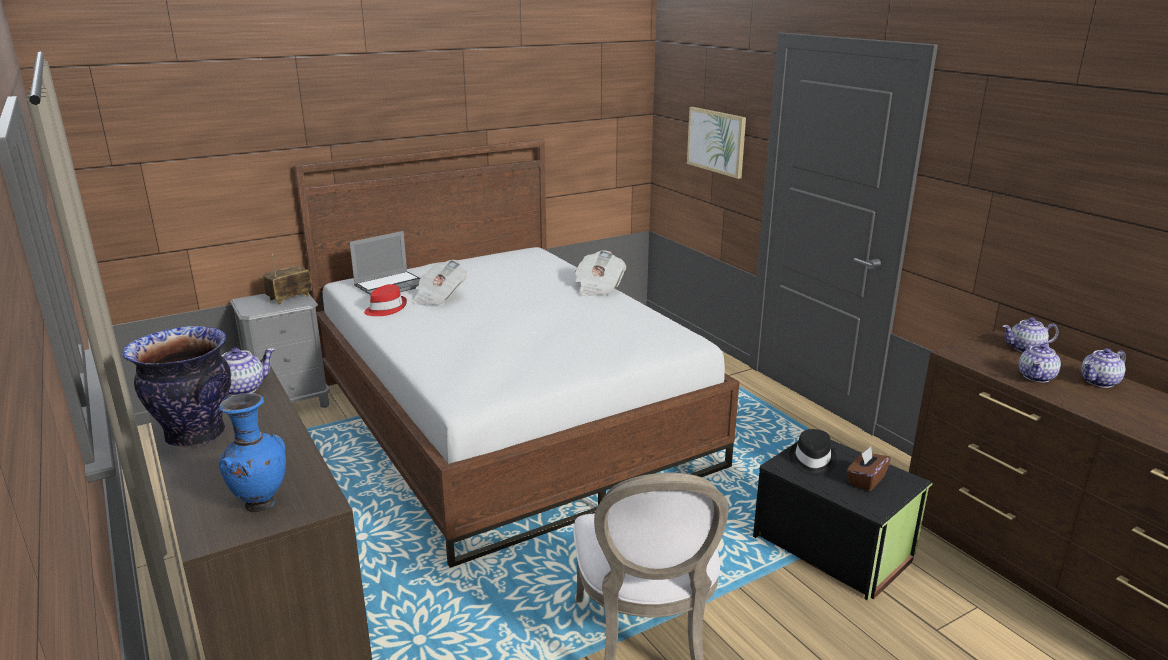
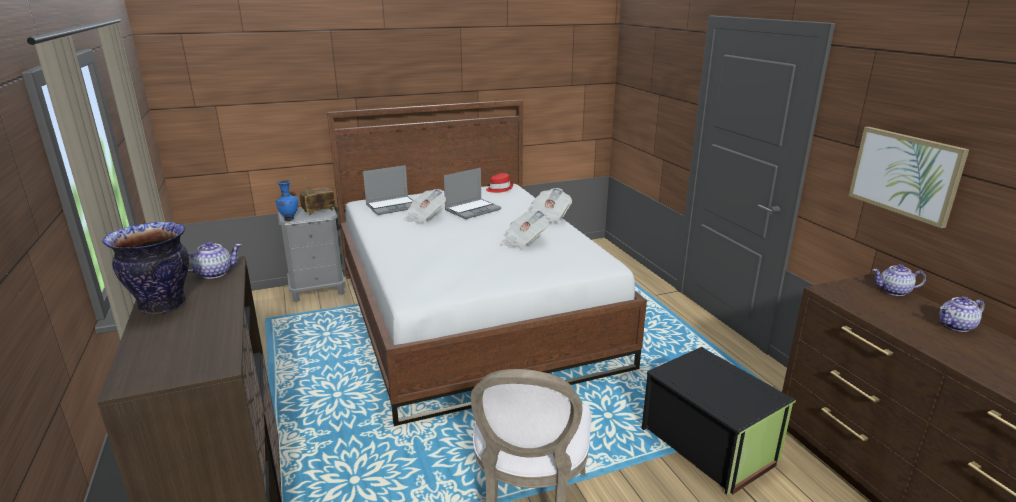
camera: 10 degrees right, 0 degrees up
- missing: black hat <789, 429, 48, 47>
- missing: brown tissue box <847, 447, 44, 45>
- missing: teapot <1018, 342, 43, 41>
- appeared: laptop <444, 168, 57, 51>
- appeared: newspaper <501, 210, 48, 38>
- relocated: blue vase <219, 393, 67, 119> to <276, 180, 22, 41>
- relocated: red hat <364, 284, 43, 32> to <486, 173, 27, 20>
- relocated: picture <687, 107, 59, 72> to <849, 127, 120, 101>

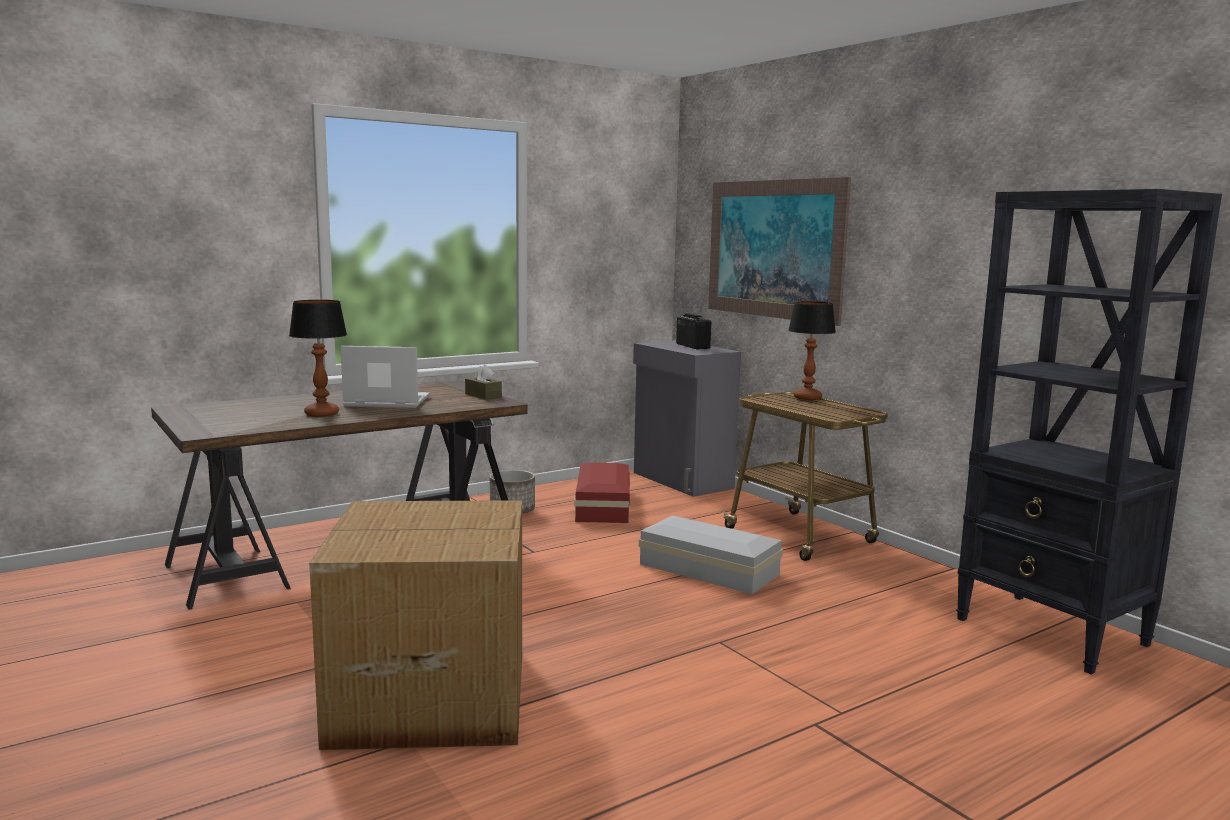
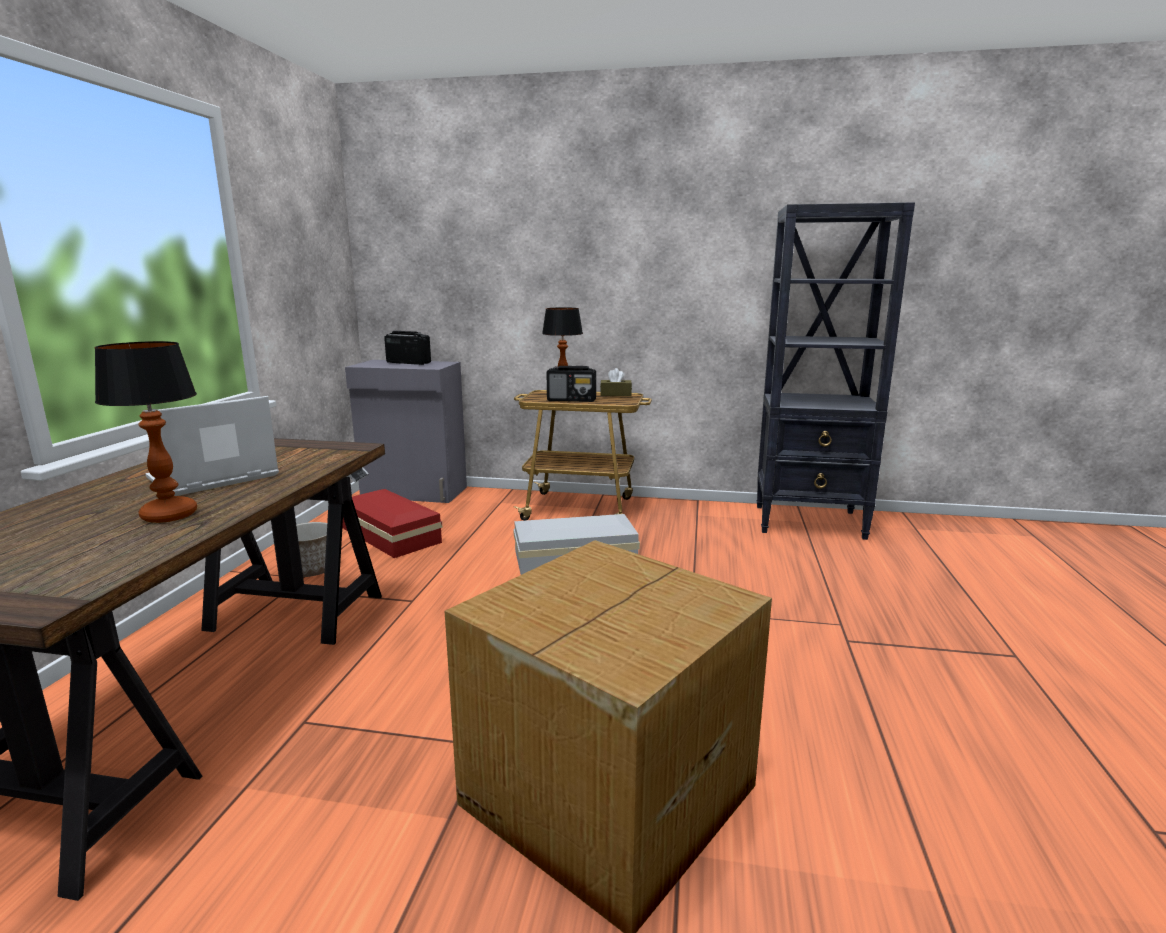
camera: 45 degrees left, 5 degrees up
- missing: picture <708, 177, 143, 149>
- appeared: radio <547, 366, 49, 36>
- relocated: brown tissue box <465, 364, 37, 36> to <600, 368, 32, 28>

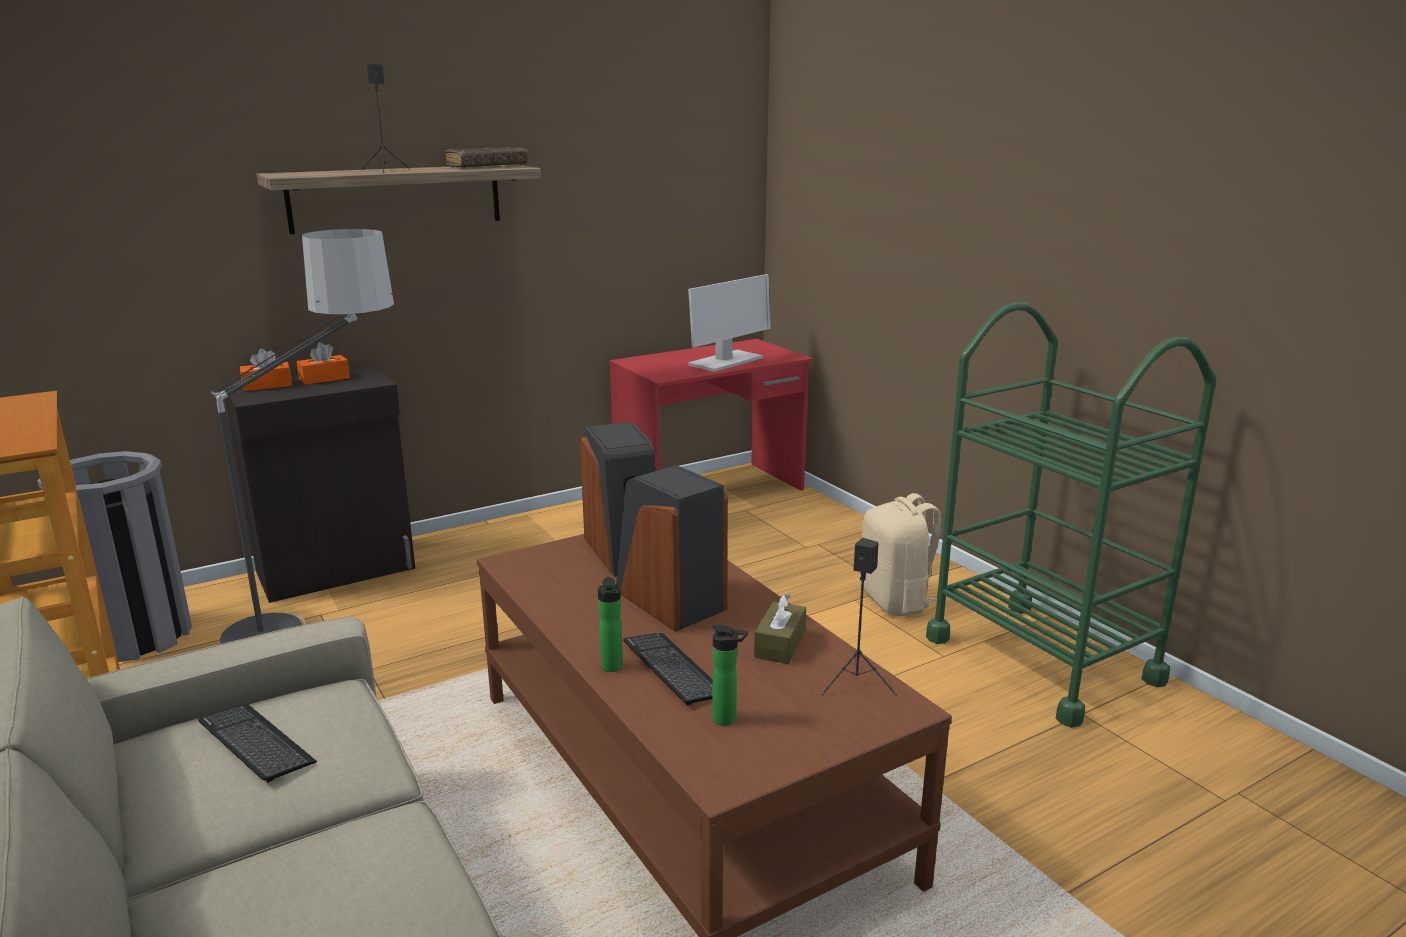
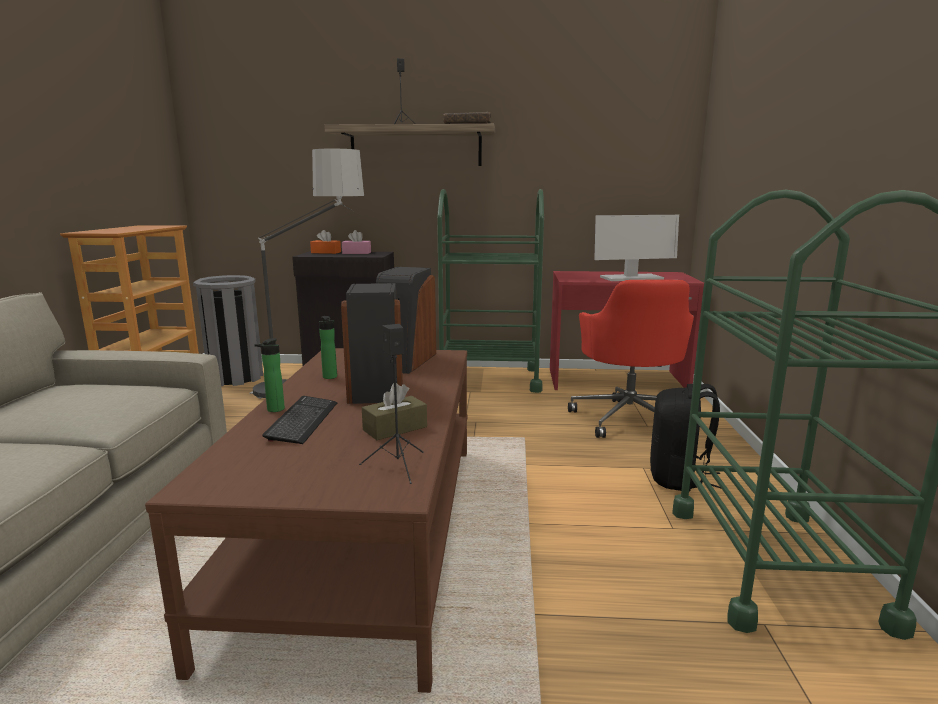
camera: 35 degrees right, 5 degrees down
- missing: keyboard <198, 704, 119, 79>
- appeared: green cart <437, 189, 107, 204>
- appeared: red office chair <568, 280, 126, 158>
- relocated: bottle <712, 625, 36, 101> to <319, 316, 18, 63>
- colour: orange tissue box <296, 342, 54, 43> to pink tissue box <342, 230, 29, 24>
- colour: beige backpack <859, 493, 83, 123> to black backpack <650, 384, 71, 108>

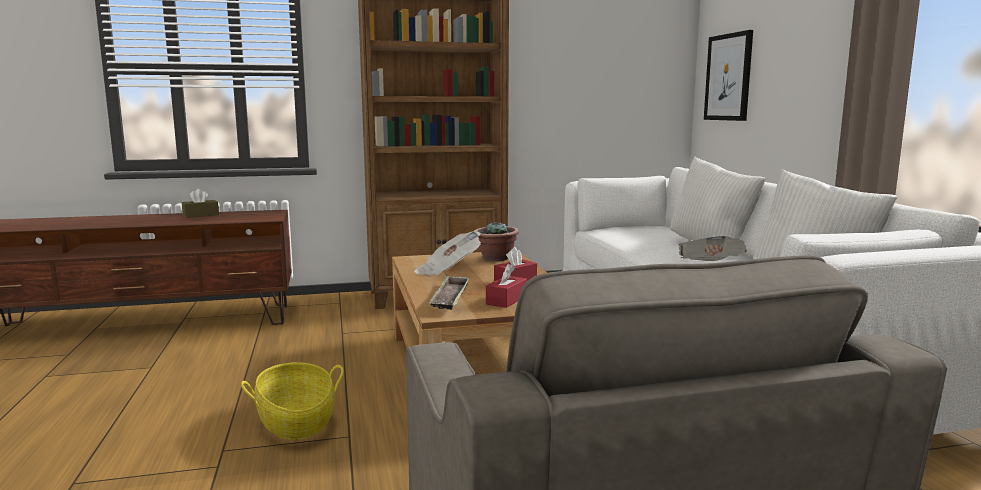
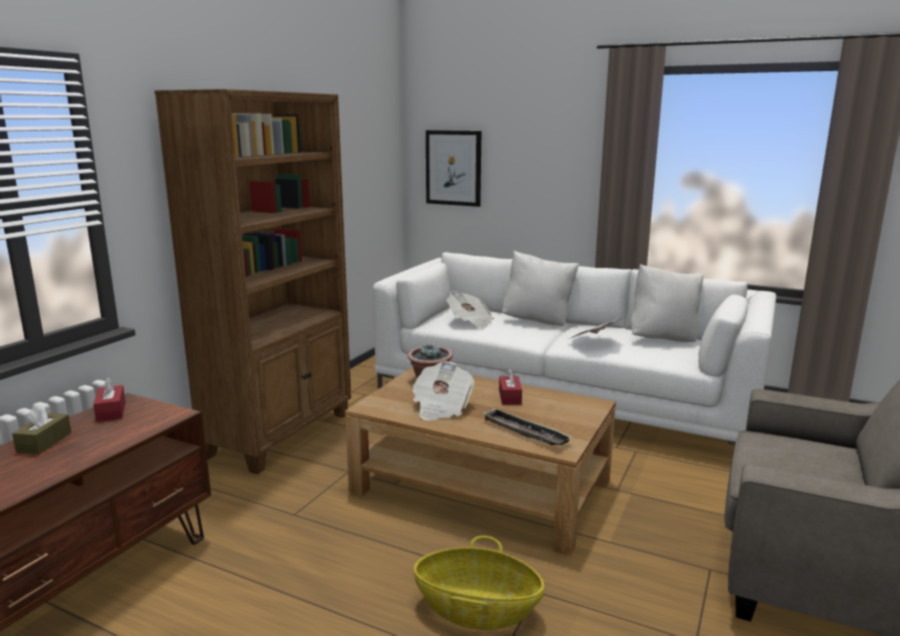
camera: 50 degrees left, 5 degrees up
- appeared: newspaper <447, 291, 47, 37>
- relocated: red tissue box <486, 264, 41, 44> to <93, 377, 33, 45>

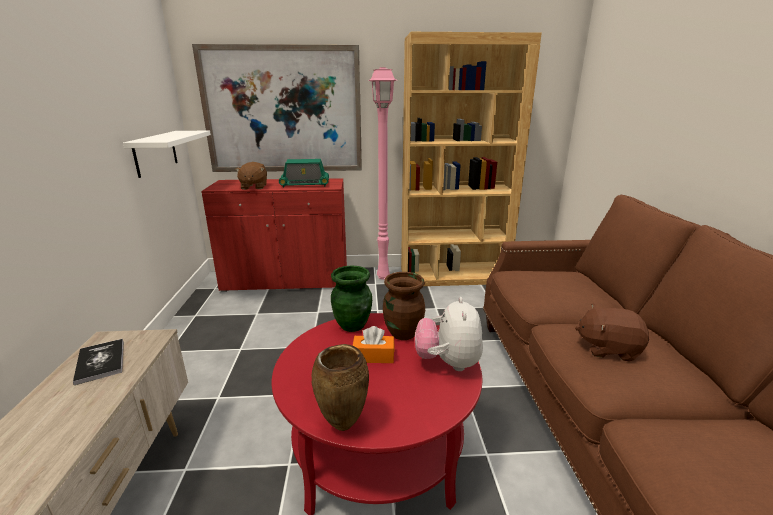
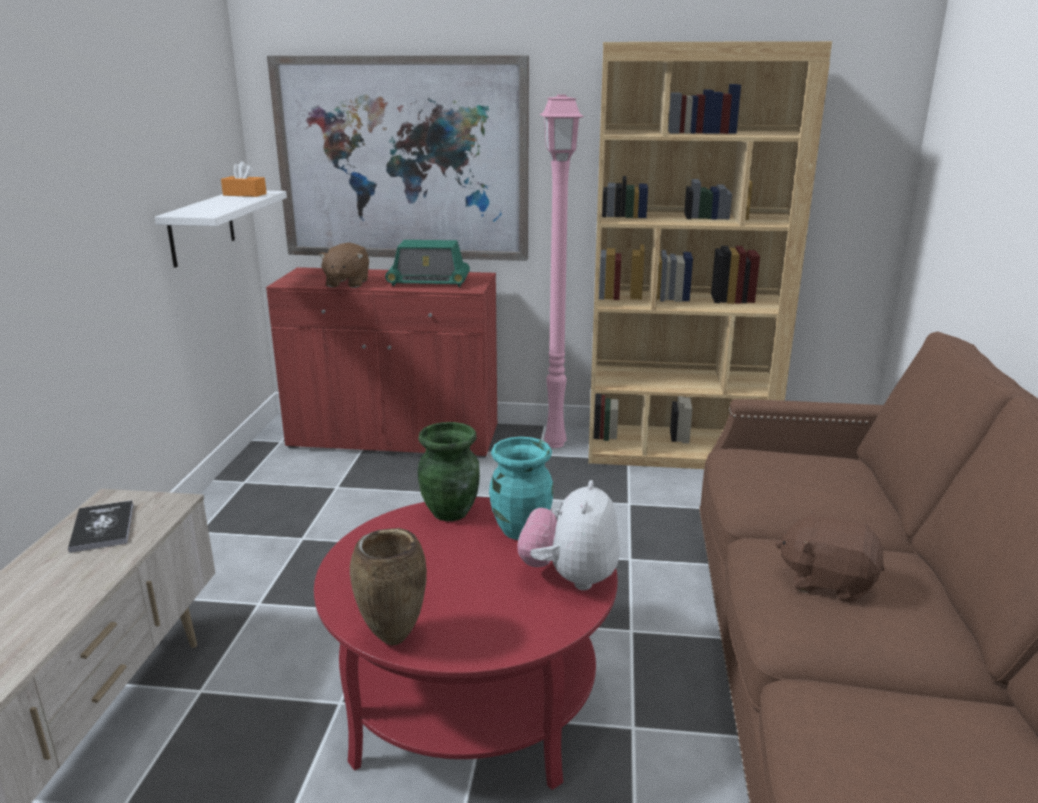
camera: 10 degrees right, 0 degrees up
- relocated: orange tissue box <353, 326, 41, 37> to <221, 161, 46, 36>
- colour: brown vase <383, 272, 42, 68> to turquoise vase <489, 437, 65, 103>

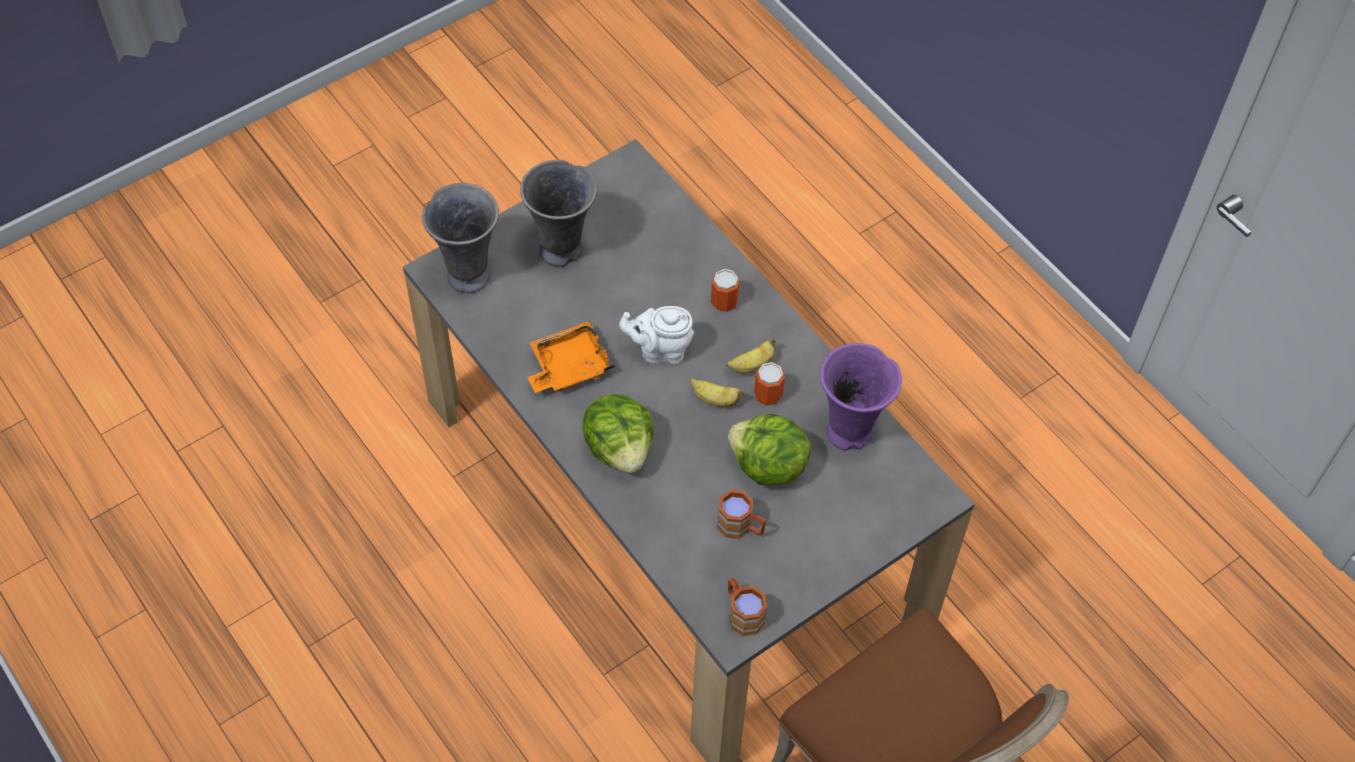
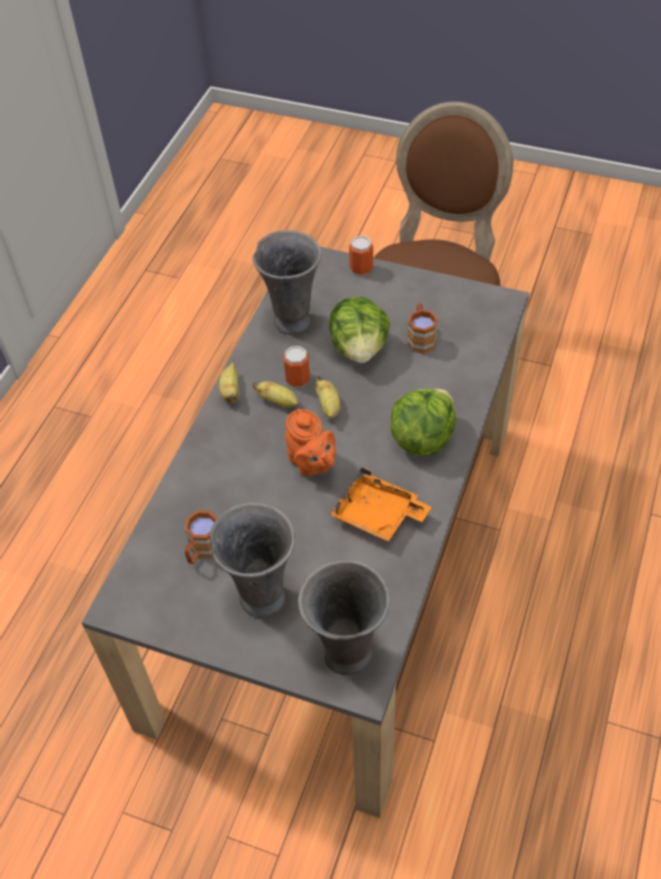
camera: 120 degrees left, 5 degrees down
- appeared: banana <219, 362, 20, 41>
- relocated: can <711, 269, 29, 43> to <349, 235, 24, 41>
- relocated: brown mug <728, 578, 39, 58> to <185, 510, 32, 54>
- colour: white teapot <619, 306, 75, 59> to orange teapot <285, 409, 51, 69>
- colour: purple vase <820, 343, 82, 108> to grey vase <253, 230, 68, 105>

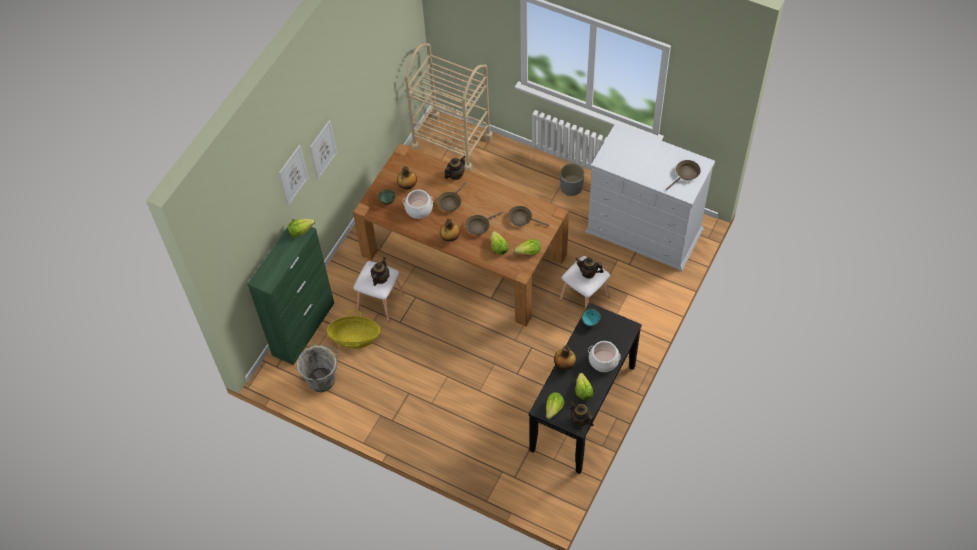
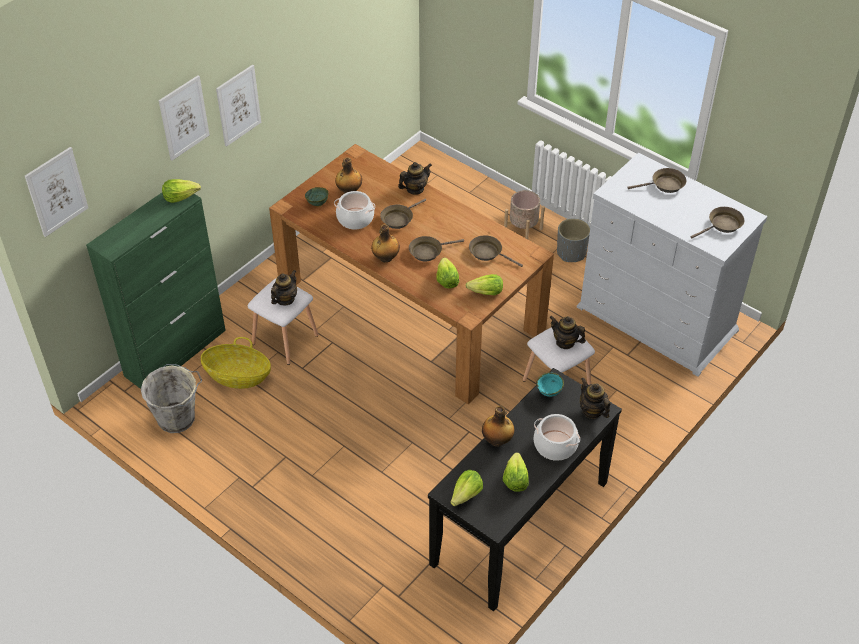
camera: 10 degrees right, 10 degrees down
- missing: beige cart <405, 43, 88, 128>
- appeared: picture <25, 147, 63, 90>
- appeared: beige planter <504, 190, 41, 49>
- appeared: brown frying pan <627, 168, 59, 25>
- relocated: teapot <569, 400, 25, 27> to <580, 378, 31, 41>

